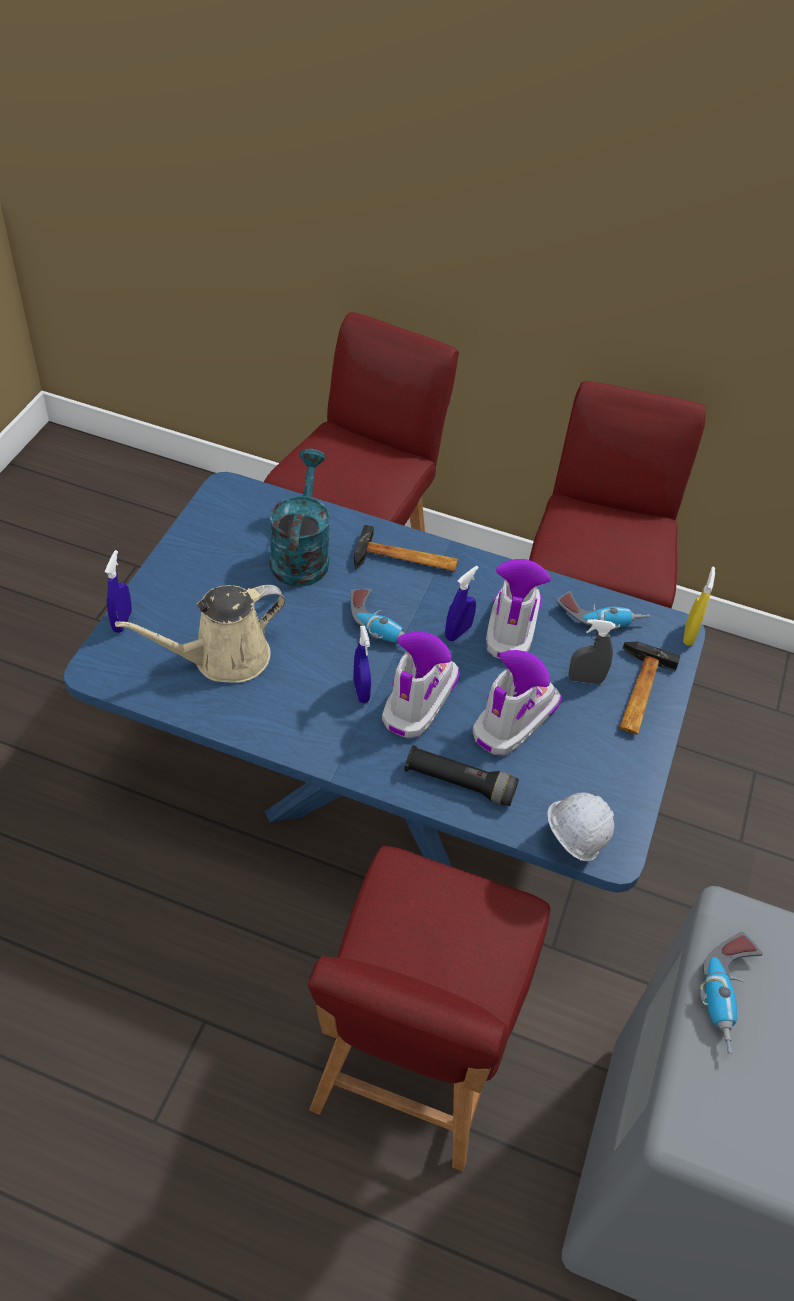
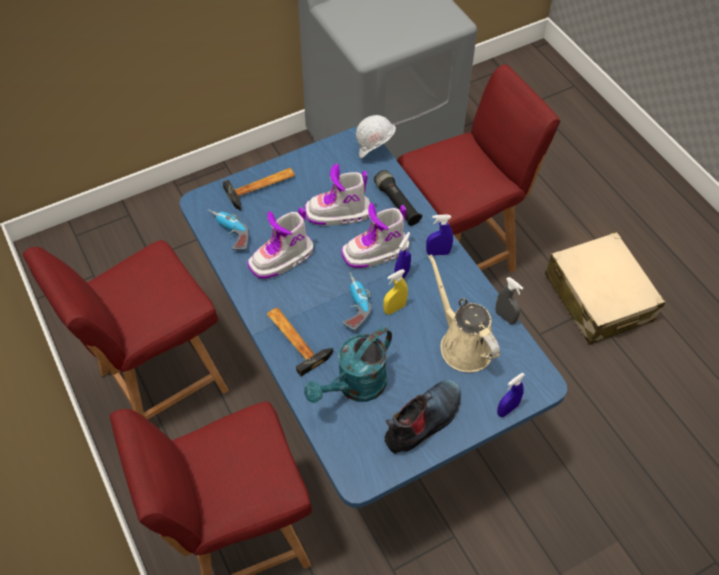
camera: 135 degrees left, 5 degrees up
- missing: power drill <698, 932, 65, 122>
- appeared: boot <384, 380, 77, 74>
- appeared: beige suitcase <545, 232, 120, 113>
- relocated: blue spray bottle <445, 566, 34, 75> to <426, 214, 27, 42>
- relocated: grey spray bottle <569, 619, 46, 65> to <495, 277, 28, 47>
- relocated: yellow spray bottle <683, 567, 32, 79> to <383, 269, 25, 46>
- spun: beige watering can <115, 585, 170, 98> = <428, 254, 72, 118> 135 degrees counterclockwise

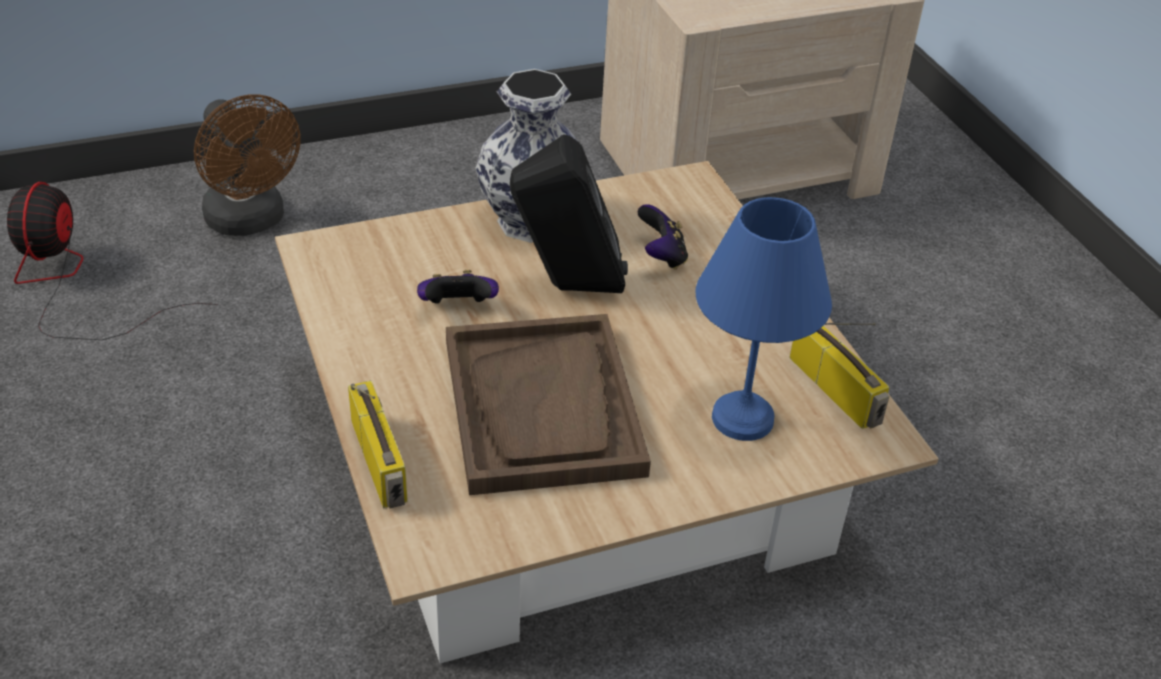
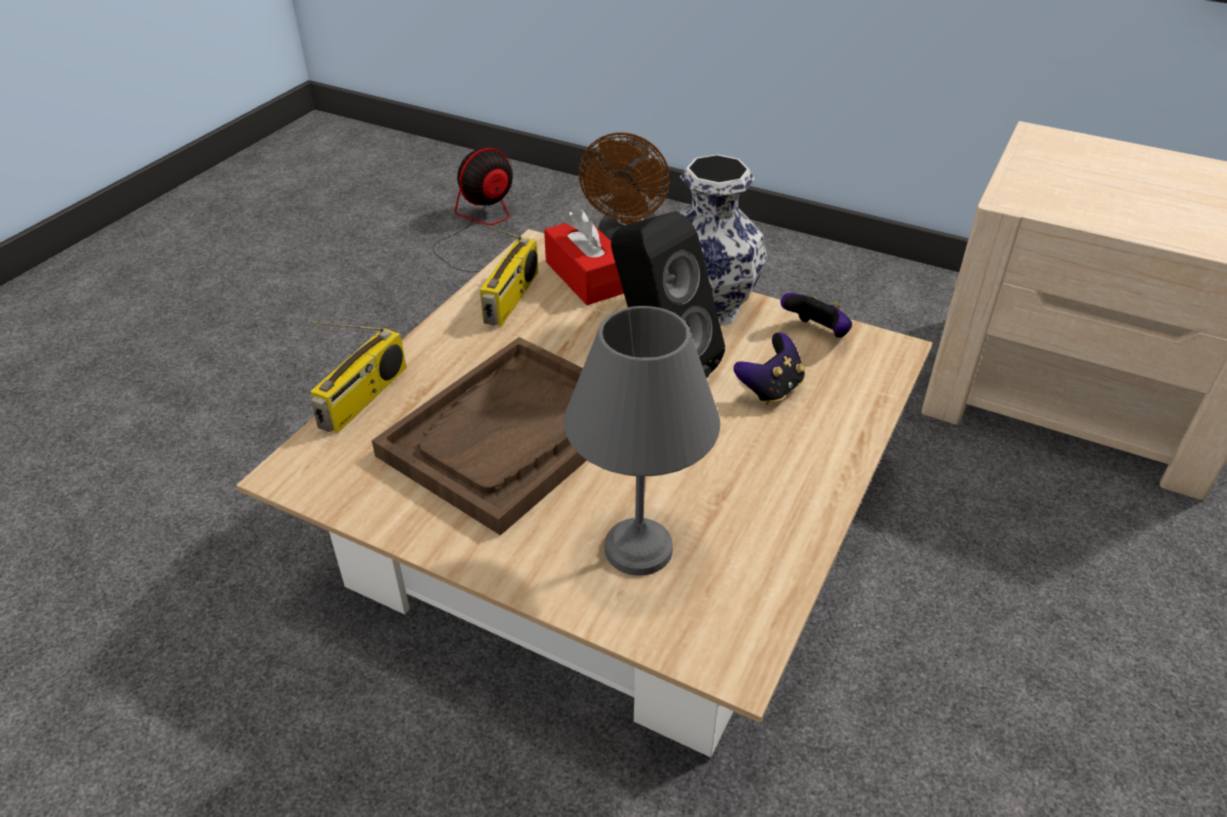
camera: 50 degrees right, 0 degrees up
- appeared: red tissue box <544, 209, 80, 96>
- relocated: game controller <417, 270, 82, 34> to <781, 293, 71, 45>
- relocated: radio <790, 323, 100, 106> to <480, 224, 58, 102>
- colour: blue table lamp <696, 197, 136, 244> to grey table lamp <564, 306, 156, 270>

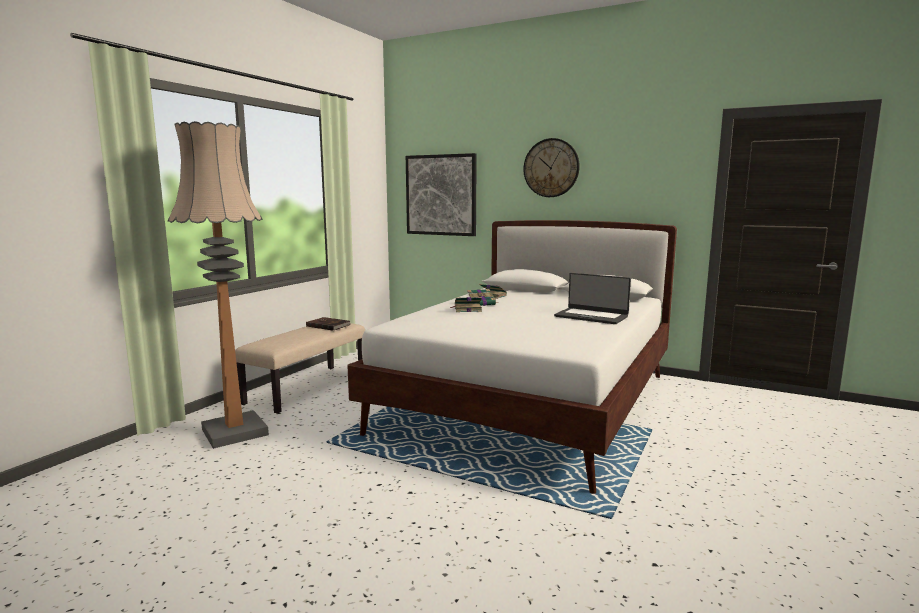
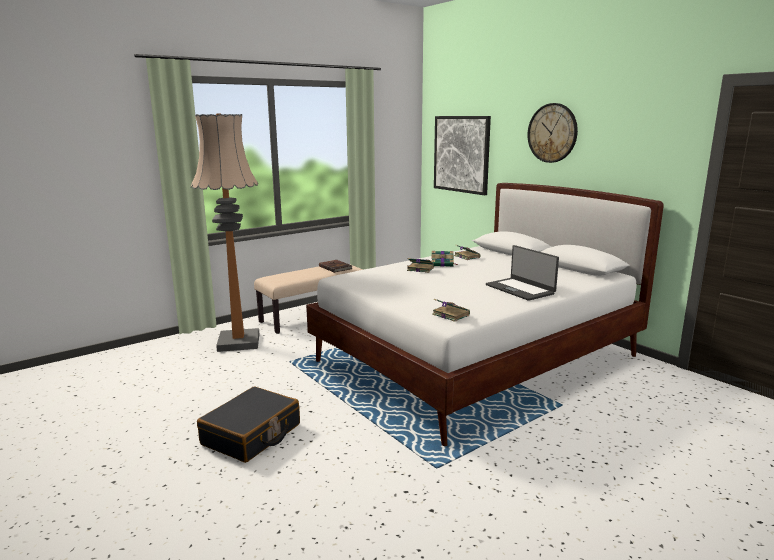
camera: 25 degrees right, 5 degrees up
- appeared: black suitcase <197, 386, 103, 77>
- appeared: book <432, 299, 38, 23>

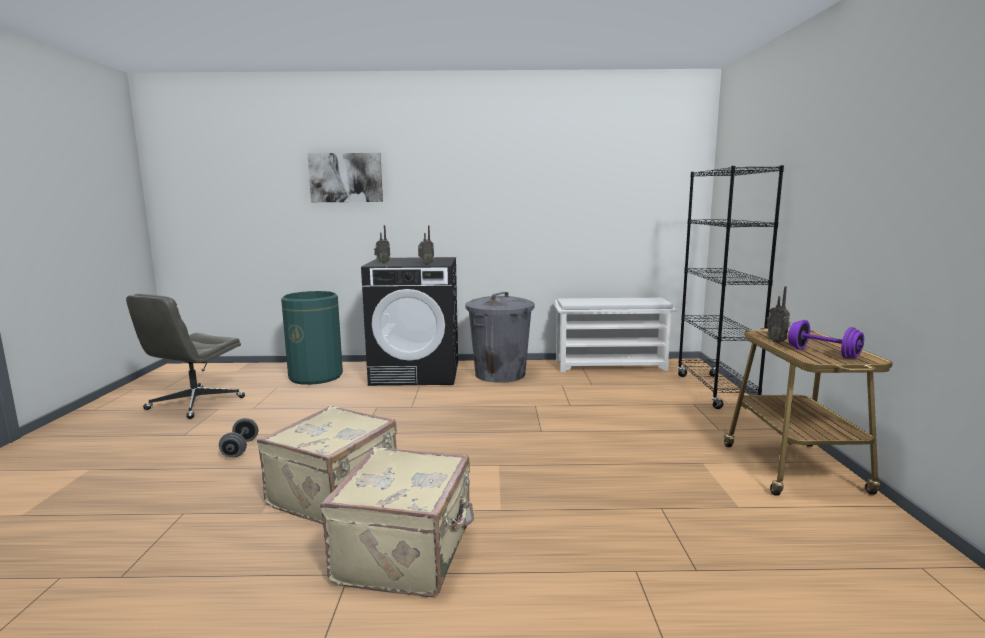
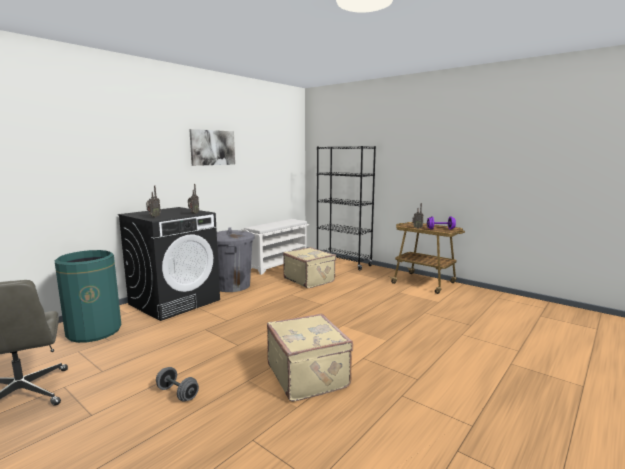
camera: 50 degrees left, 0 degrees up
- relocated: picture <307, 153, 76, 49> to <189, 129, 46, 37>
- relocated: beige suitcase <320, 447, 154, 150> to <283, 247, 53, 41>

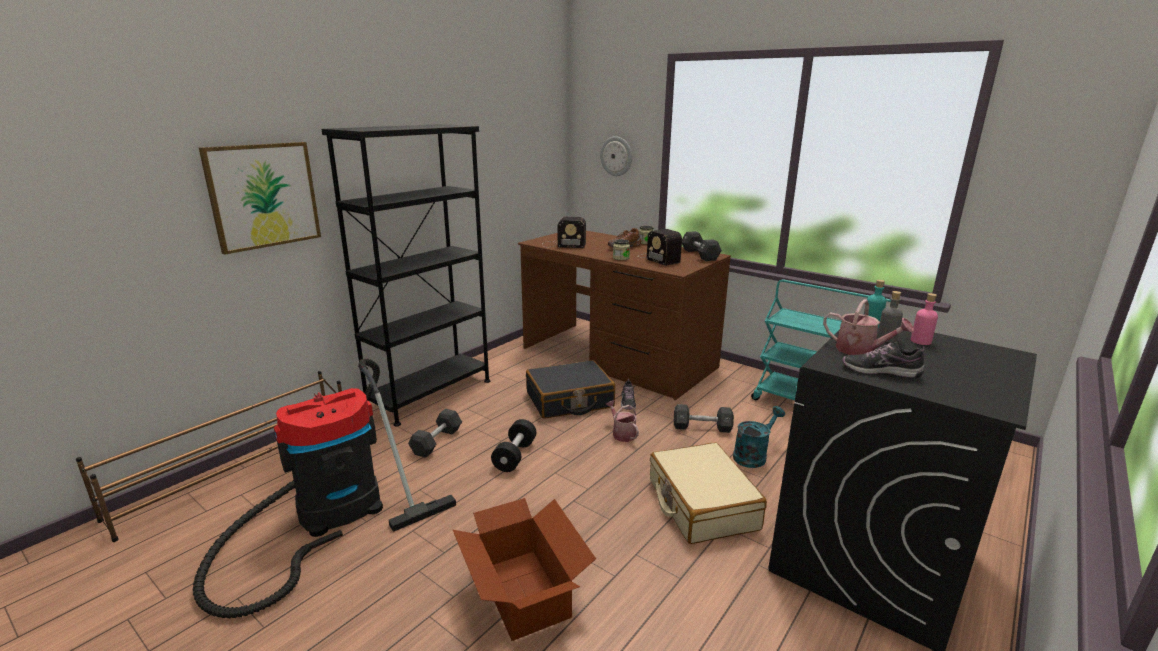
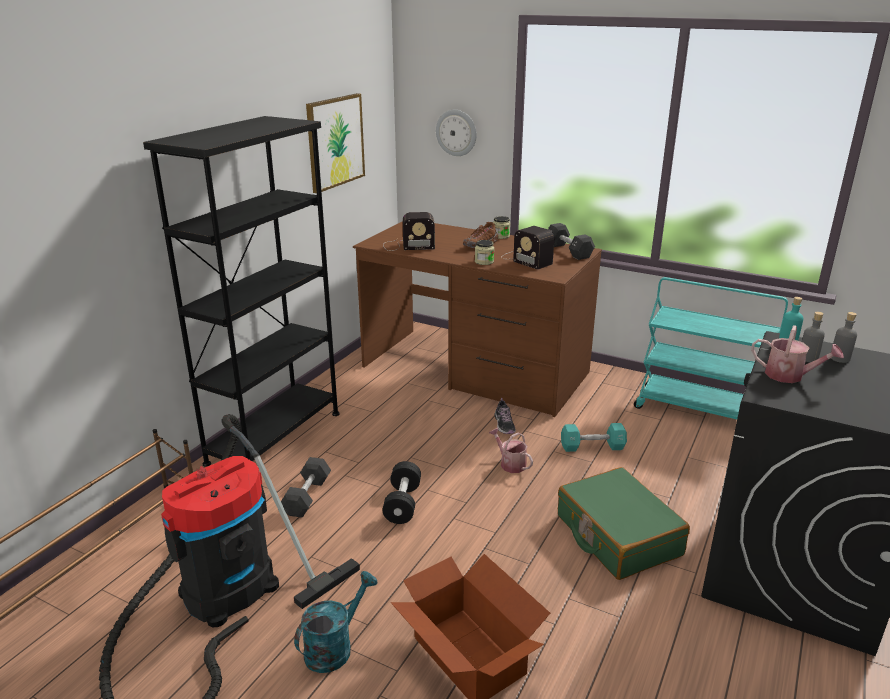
camera: 10 degrees left, 5 degrees up
- missing: black suitcase <526, 360, 89, 59>
- missing: shoe <843, 342, 82, 36>
- relocated: picture <199, 142, 122, 113> to <306, 93, 59, 100>
- relocated: turquoise watering can <733, 406, 52, 62> to <294, 571, 83, 102>
- colour: beige suitcase <650, 442, 117, 102> to green suitcase <558, 467, 132, 113>
- colour: black dumbbell <674, 404, 60, 29> to turquoise dumbbell <561, 423, 66, 29>
- colour: pink bottle <911, 293, 27, 52> to grey bottle <831, 312, 26, 51>

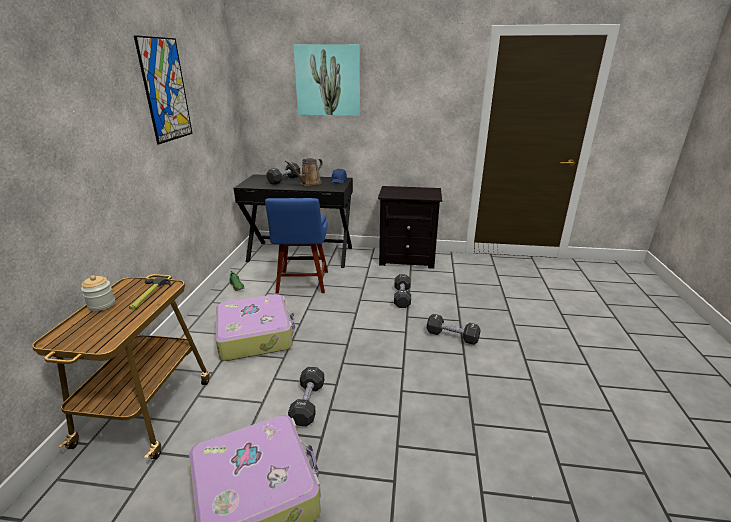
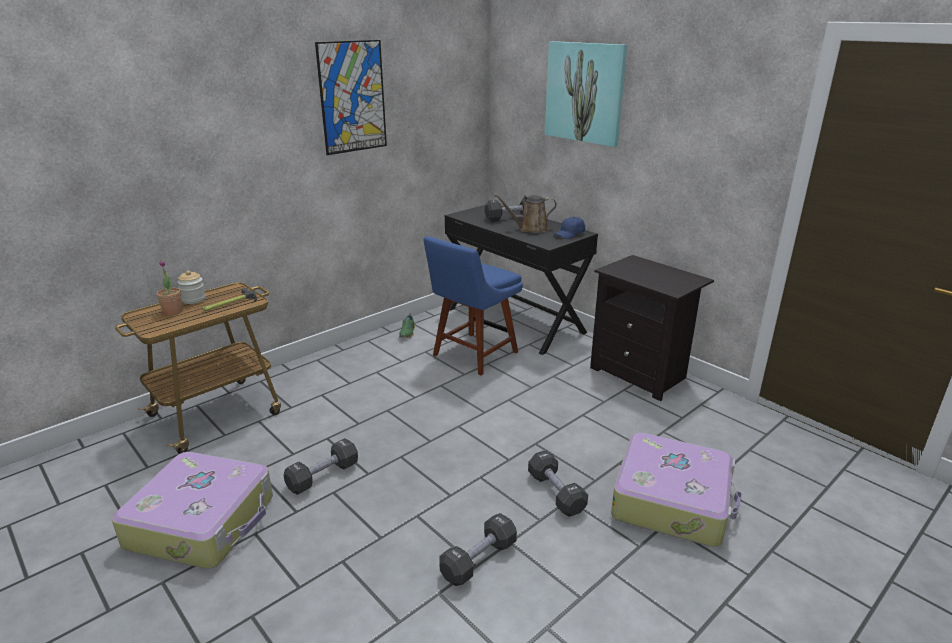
camera: 40 degrees right, 0 degrees up
- appeared: potted plant <157, 260, 26, 55>
- relocated: suitcase <216, 294, 79, 67> to <611, 433, 131, 114>
- relocated: black dumbbell <394, 274, 17, 34> to <439, 513, 78, 73>

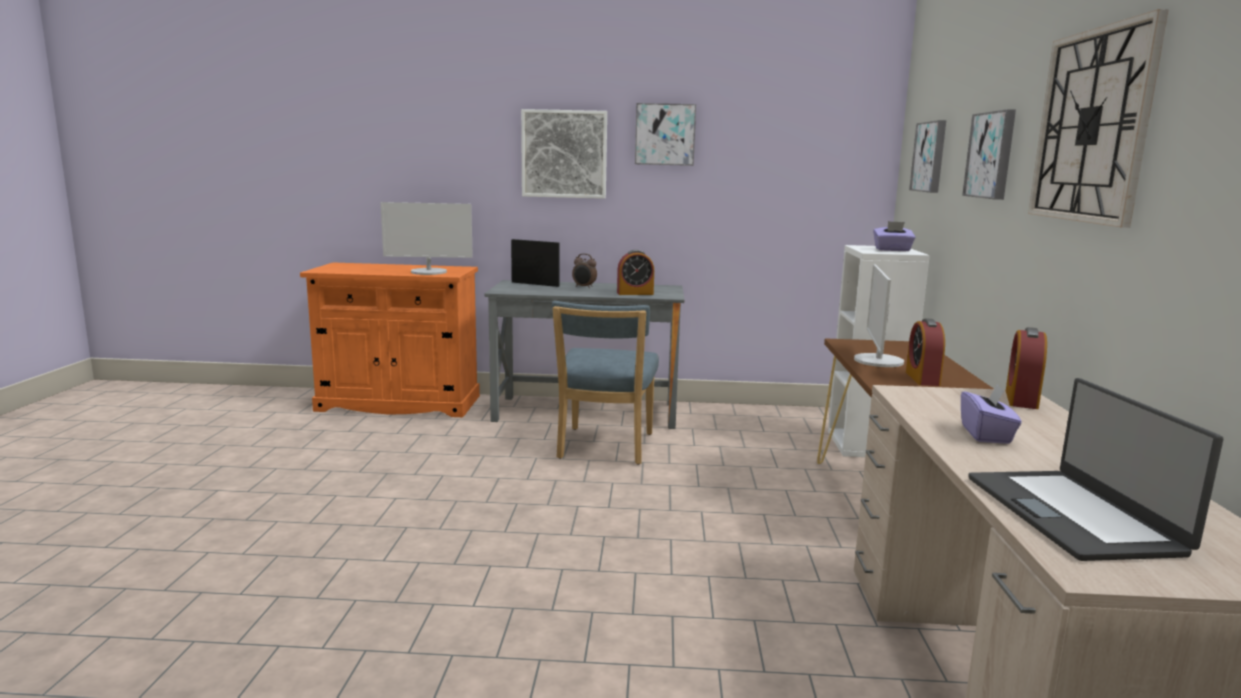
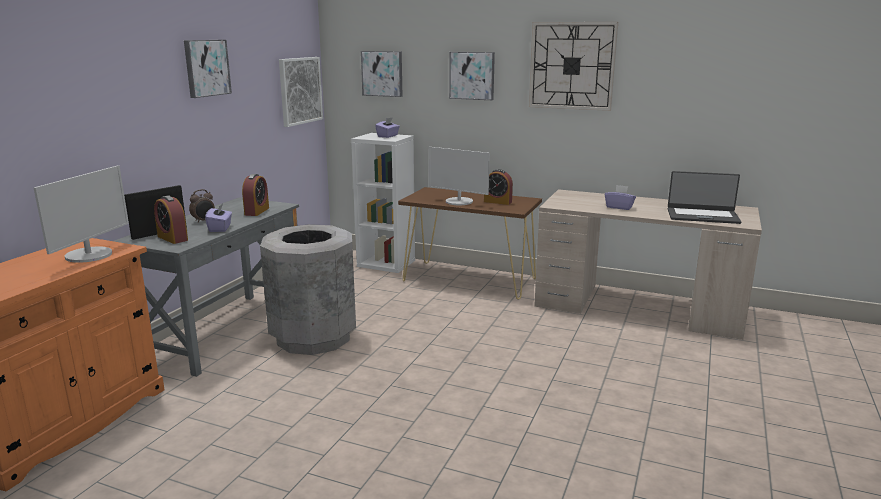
camera: 70 degrees left, 5 degrees up
- appeared: purple tissue box <205, 203, 27, 29>
- relocated: picture <521, 109, 86, 90> to <279, 57, 44, 70>
- relocated: alarm clock <1006, 327, 41, 82> to <154, 195, 34, 49>
- exchanged: blue chair <552, 301, 107, 163> to grey trash can <260, 224, 96, 131>

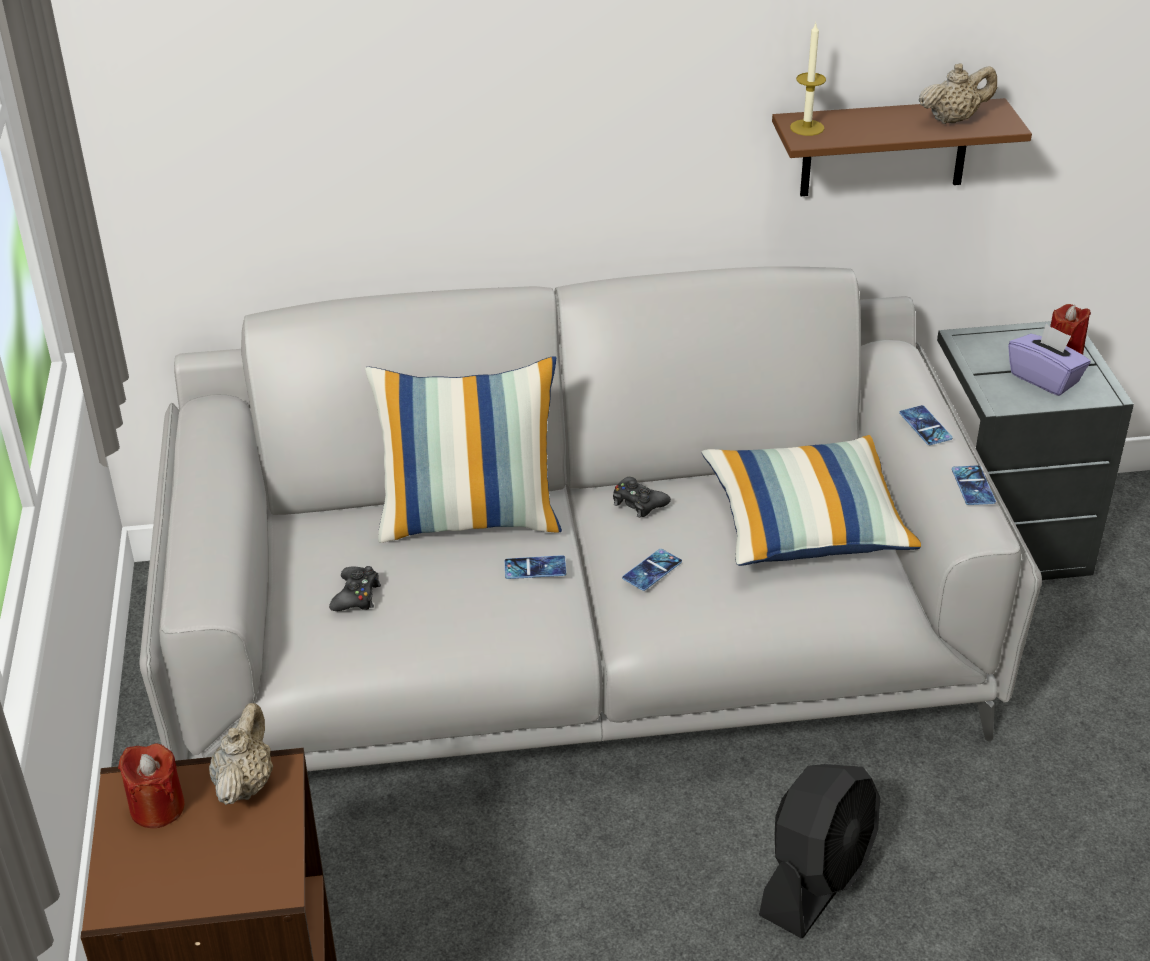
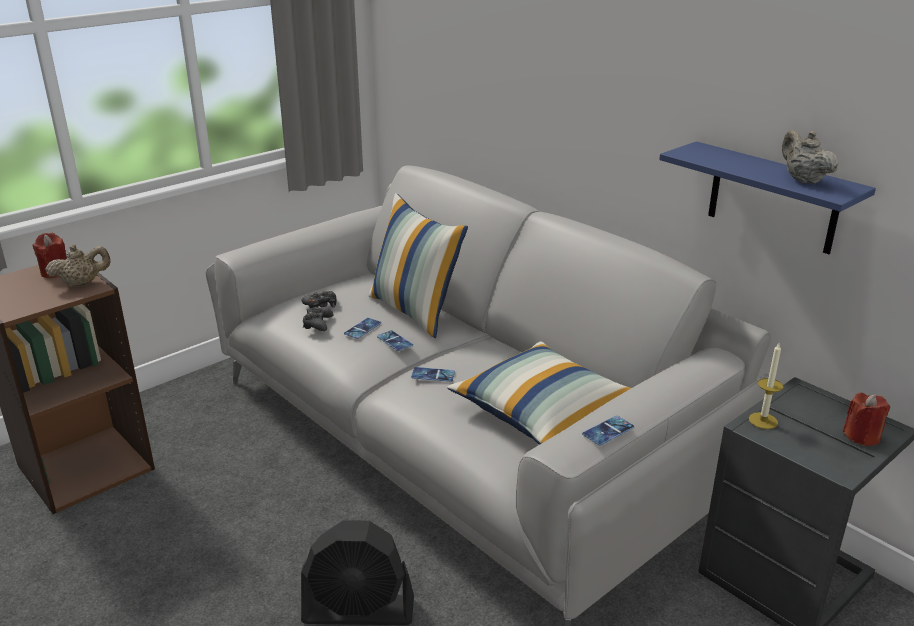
camera: 55 degrees right, 10 degrees down
- missing: purple tissue box <1008, 324, 83, 72>
- relocated: black game controller <613, 477, 58, 41> to <303, 307, 30, 24>
- relocated: candle <790, 23, 36, 113> to <749, 343, 34, 86>
- relocated: phone <899, 405, 54, 40> to <344, 318, 37, 21>
- colour: brown shelf <772, 98, 260, 98> to blue shelf <659, 141, 217, 113>
- spun: beige teapot <919, 63, 78, 61> = <782, 130, 56, 54> 150 degrees counterclockwise

